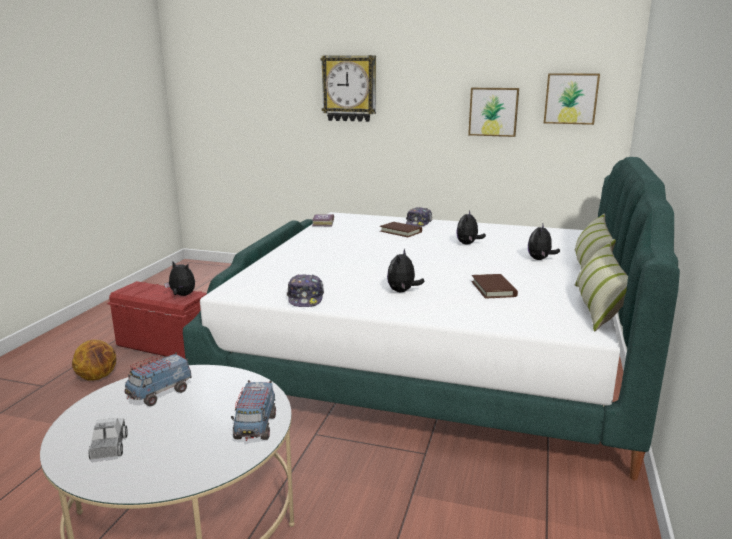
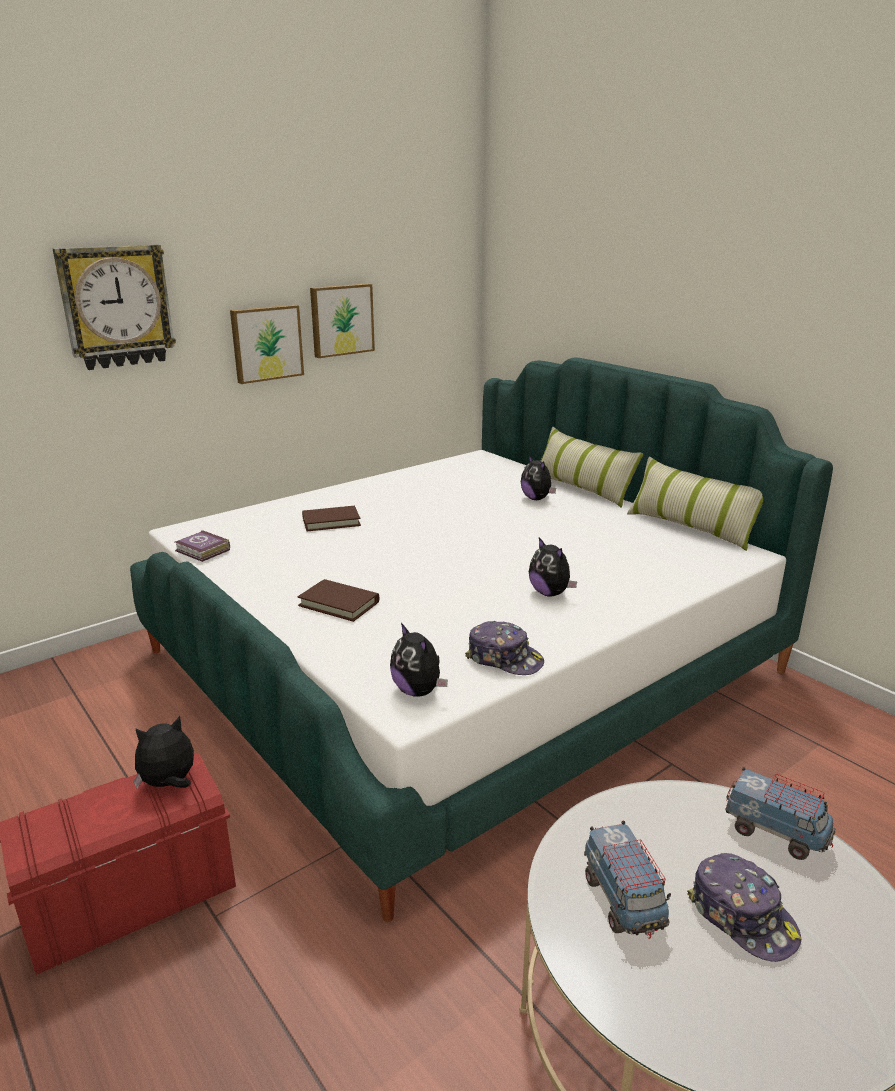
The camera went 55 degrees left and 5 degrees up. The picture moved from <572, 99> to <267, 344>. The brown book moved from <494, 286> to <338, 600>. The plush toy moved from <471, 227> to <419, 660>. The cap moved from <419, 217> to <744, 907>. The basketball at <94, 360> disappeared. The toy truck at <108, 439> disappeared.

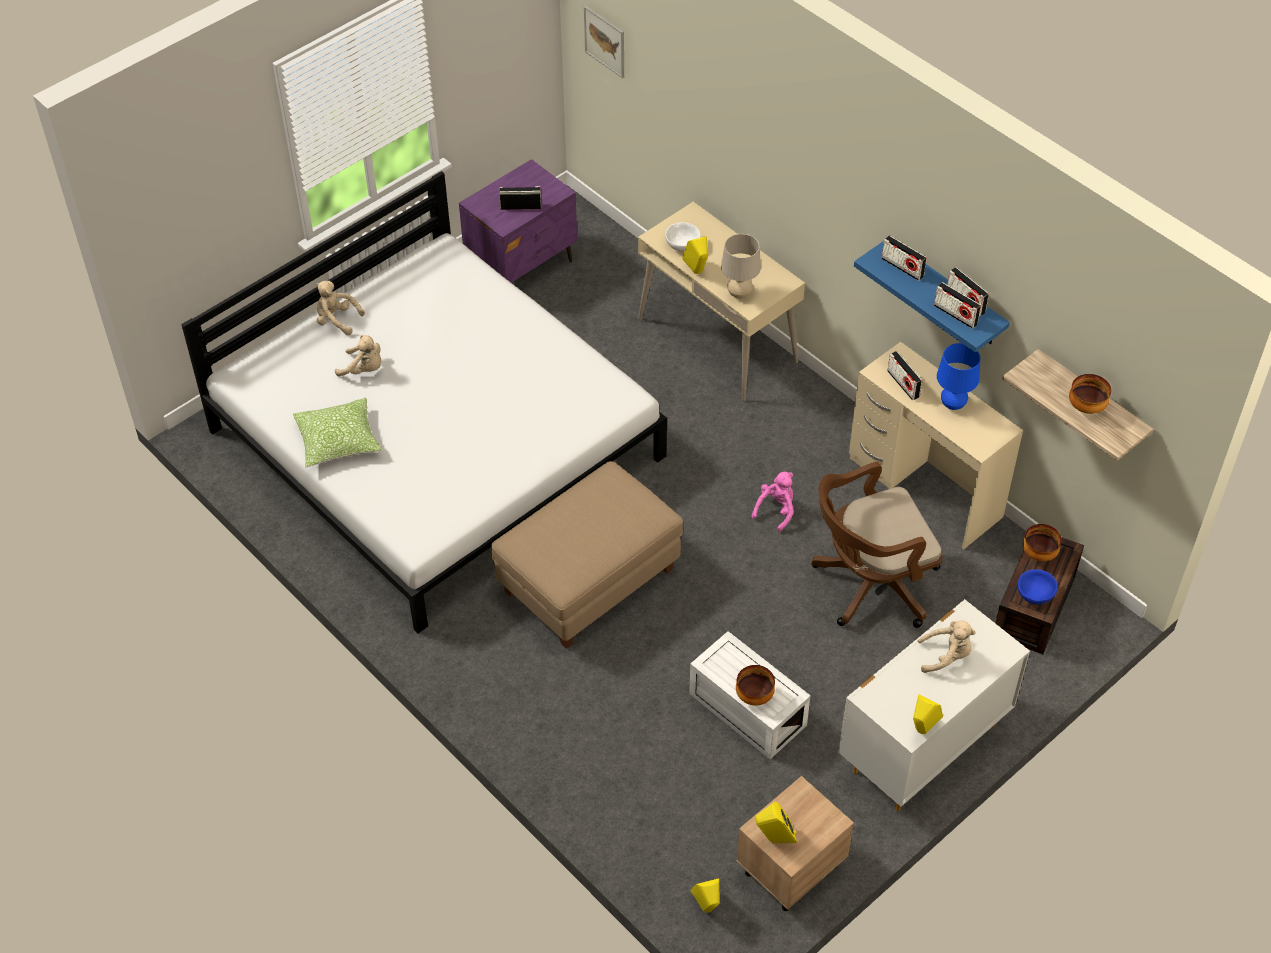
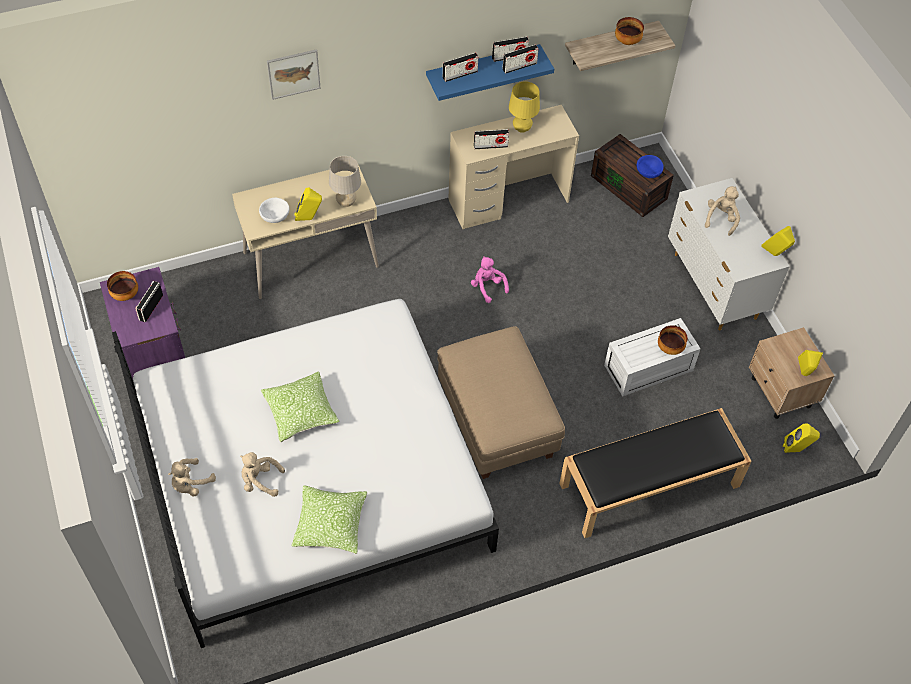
The camera went 70 degrees left and 5 degrees up. The bowl moved from <1042, 542> to <122, 286>. The beige plush toy at <358, 356> turned 120 degrees counterclockwise. The pillow at <300, 407> appeared. The picture moved from <604, 42> to <293, 74>. The blue table lamp at <958, 376> became the yellow table lamp at <524, 107>. The black bench at <655, 473> appeared. The brown office chair at <876, 545> disappeared.

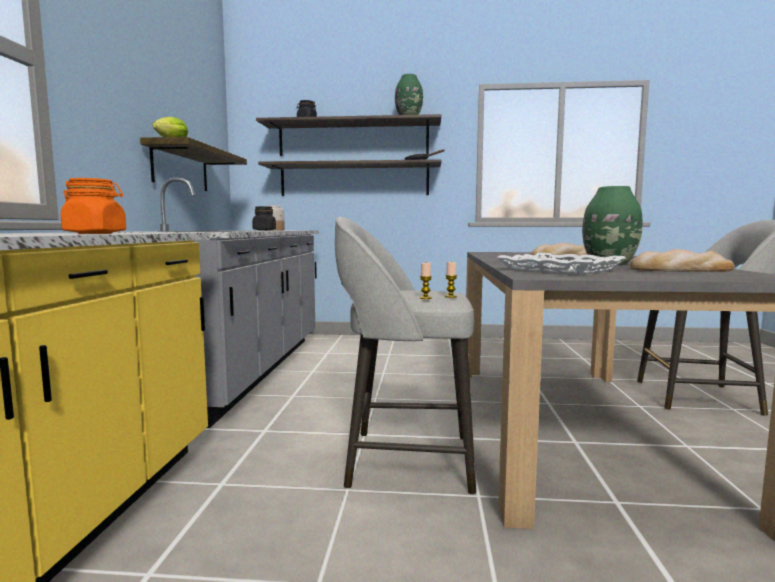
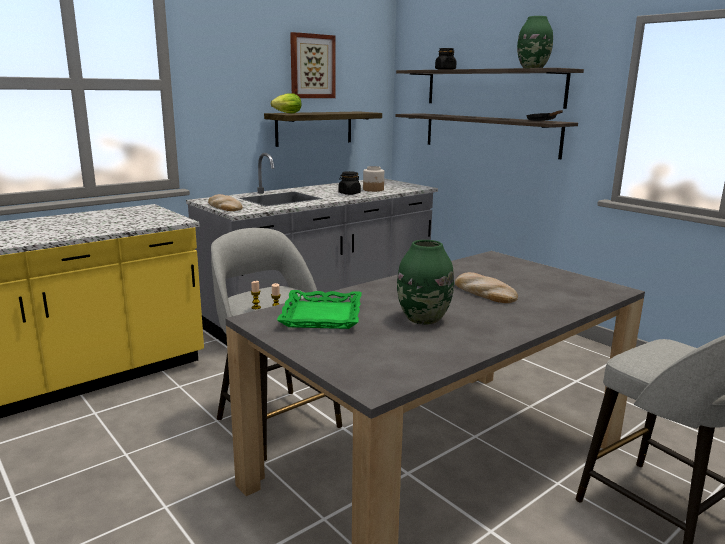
The camera went 45 degrees right and 10 degrees up. The bread moved from <682, 260> to <225, 202>. The white tray at <561, 264> became the green tray at <319, 309>. The picture at <313, 65> appeared. The orange jar at <93, 206> disappeared.

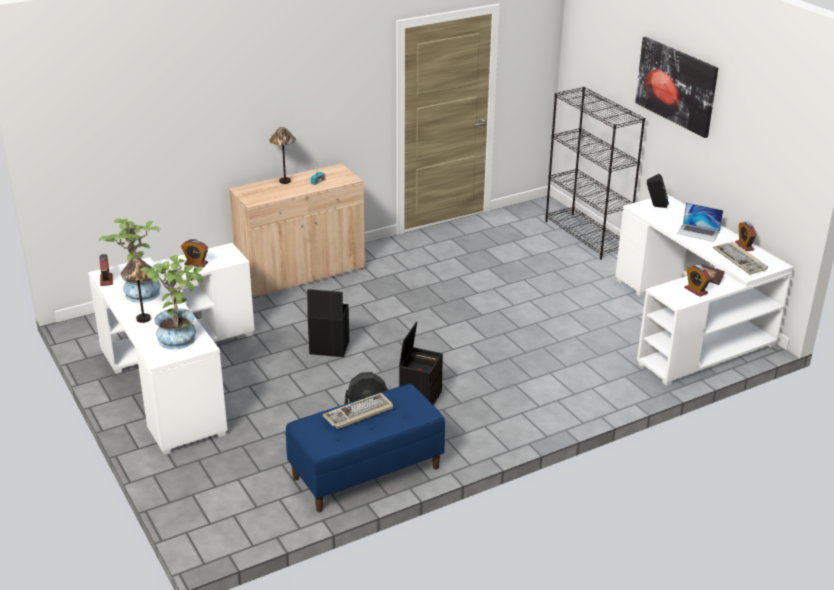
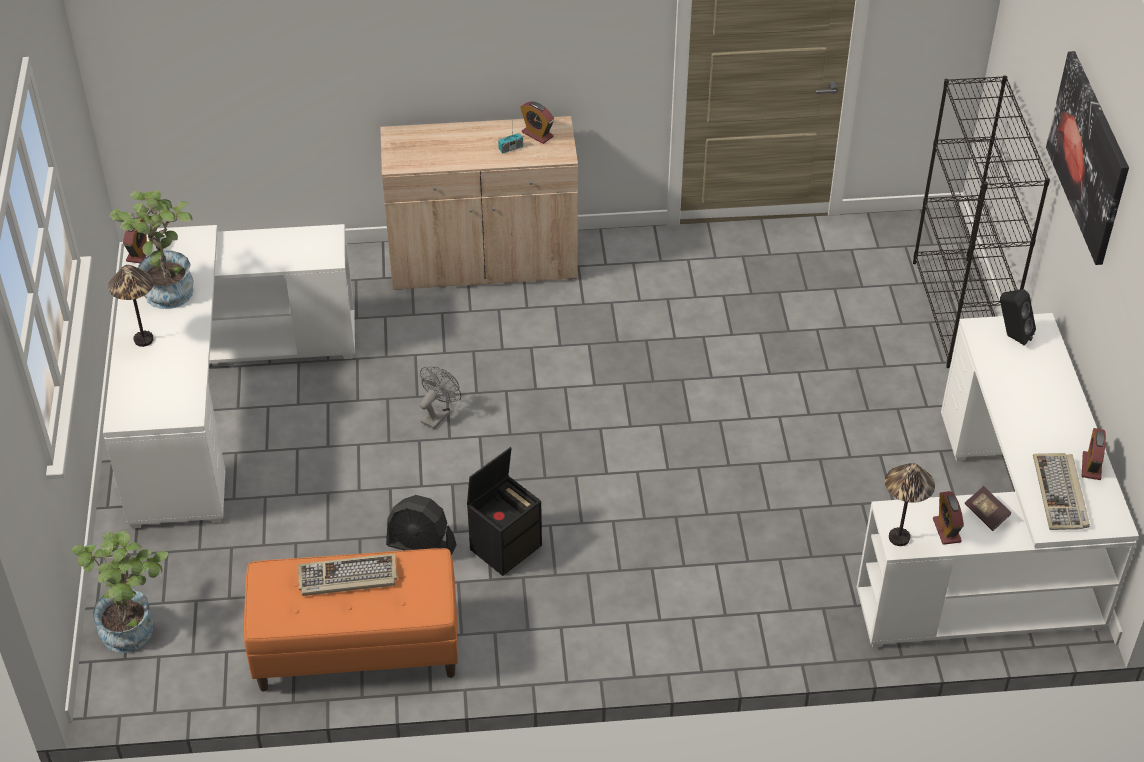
The camera went 25 degrees right and 15 degrees up. The potted plant moved from <171, 302> to <119, 591>. The blue bench at <365, 448> became the orange bench at <351, 620>. The black storage box at <328, 323> was replaced by the grey fan at <440, 398>. The alarm clock moved from <194, 253> to <537, 122>. The table lamp moved from <282, 155> to <910, 504>. The laptop at <700, 222> disappeared.

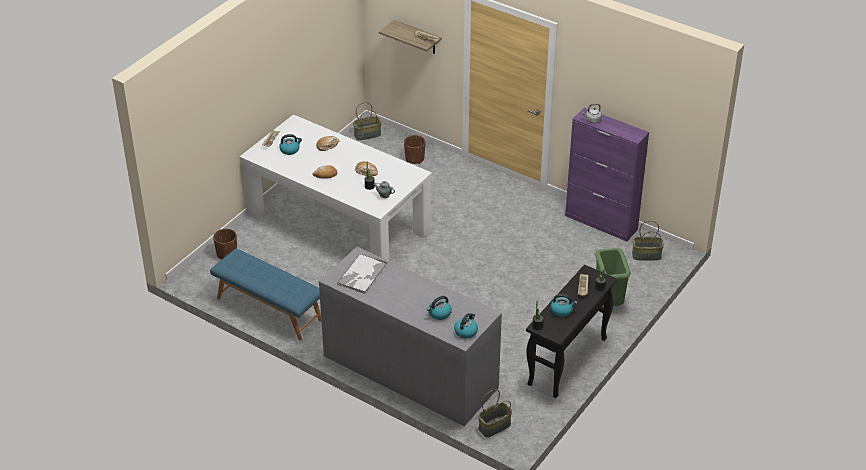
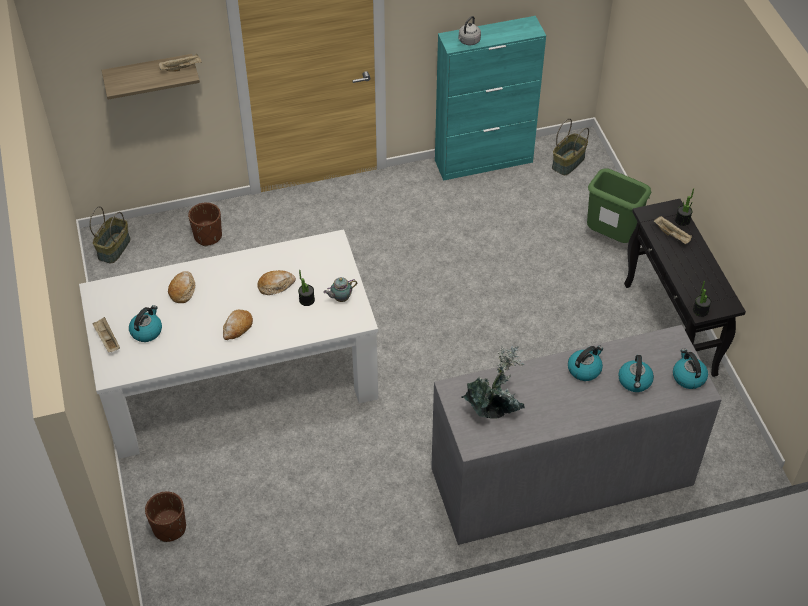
The camera went 50 degrees left and 10 degrees up. The purple cabinet at <607, 174> became the turquoise cabinet at <490, 98>. The tray at <362, 274> was replaced by the potted plant at <493, 382>. The kettle moved from <564, 305> to <585, 363>. The blue bench at <265, 294> disappeared. The basket at <495, 413> disappeared.

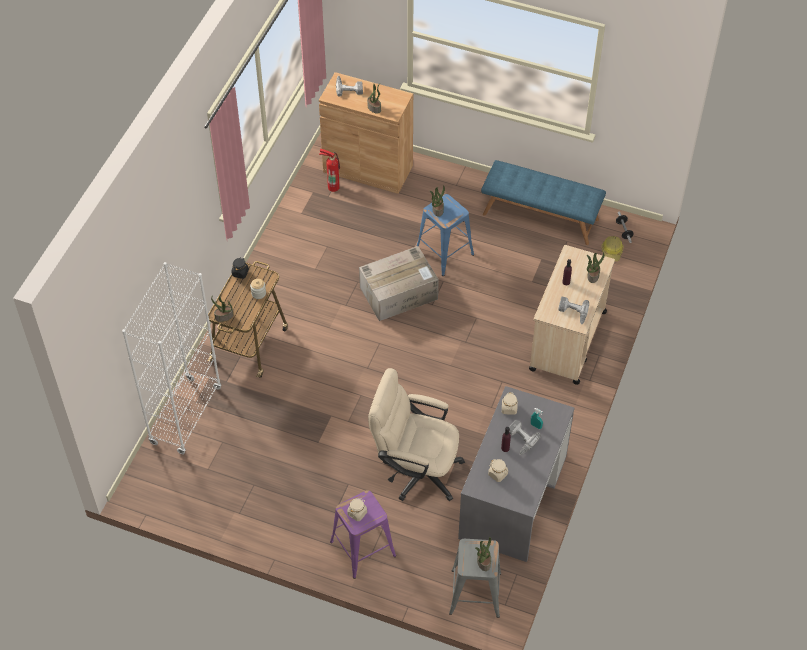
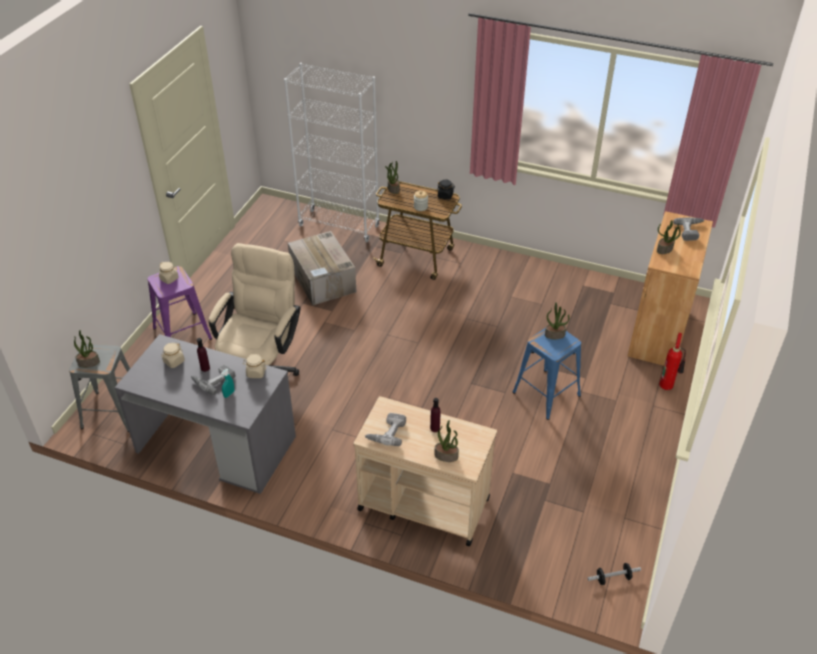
The camera went 90 degrees right and 10 degrees down. The cardboard box moved from <399, 283> to <322, 268>. The fire extinguisher moved from <329, 170> to <672, 361>. The blue bench at <543, 202> disappeared. The hard hat at <612, 248> disappeared.

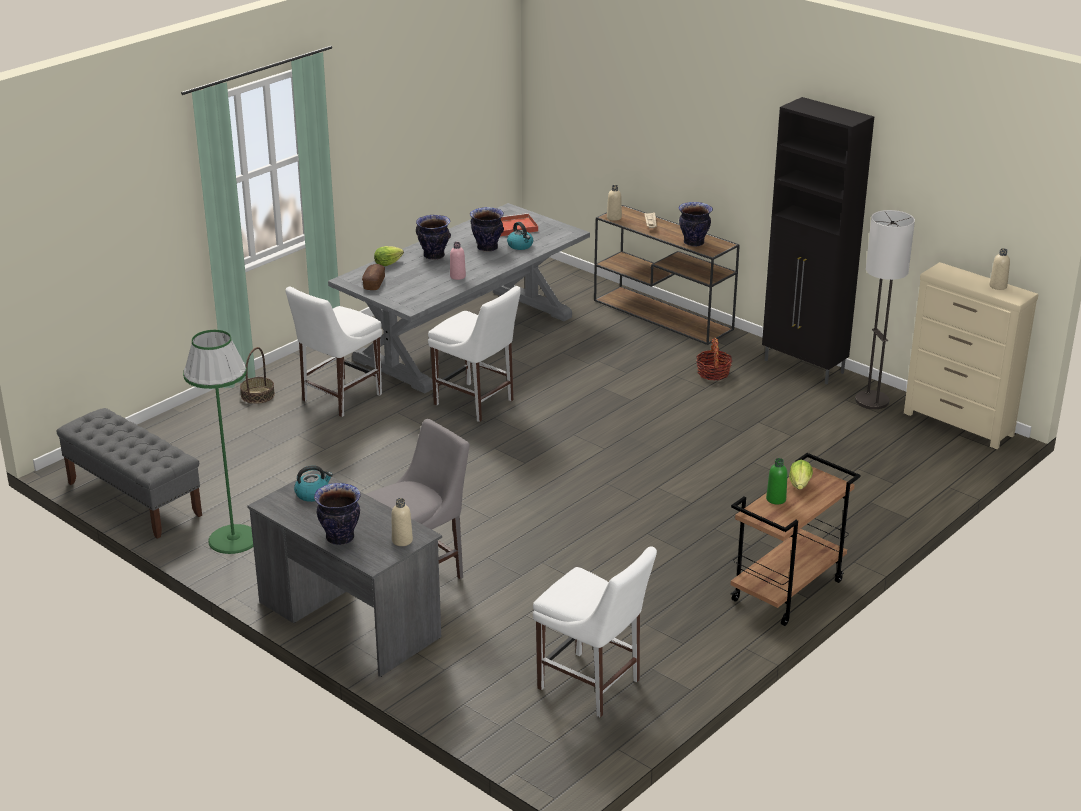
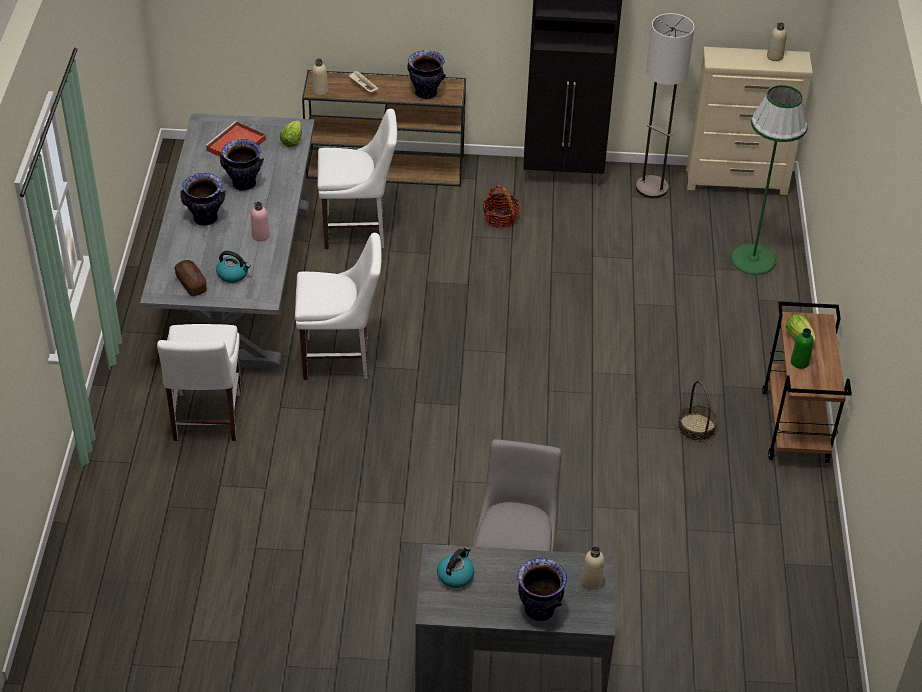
The camera went 40 degrees left and 15 degrees up. The kettle moved from <520, 236> to <233, 267>. The lettuce moved from <389, 256> to <291, 134>. The white chair moved from <595, 631> to <357, 179>. The basket moved from <257, 375> to <698, 411>. The green floor lamp moved from <218, 442> to <769, 180>. The grey bench at <129, 473> disappeared.

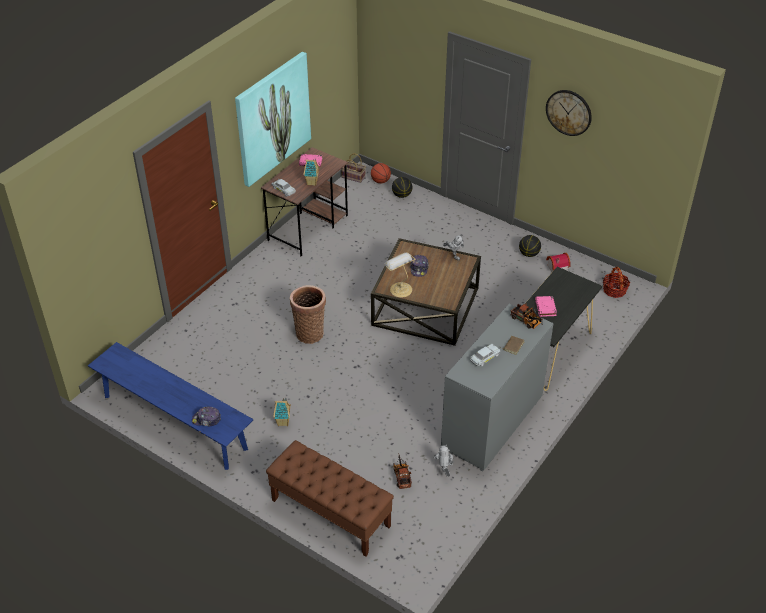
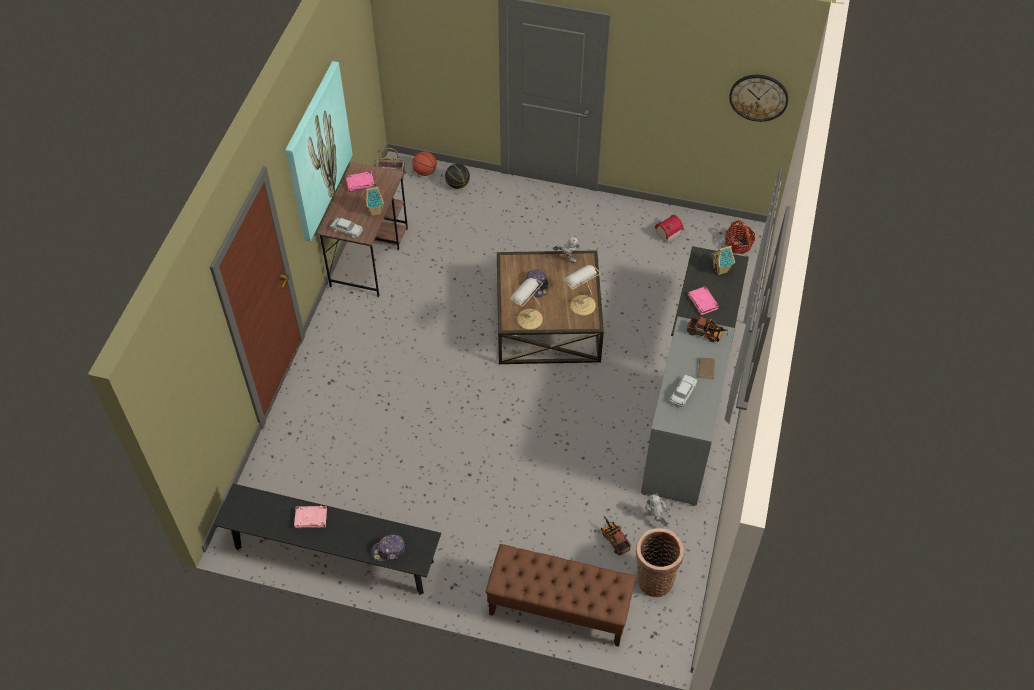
The camera went 20 degrees left and 10 degrees up. The blue bench at <170, 406> became the black bench at <327, 539>. The pink book at <310, 517> appeared. The table lamp at <583, 290> appeared. The basket moved from <308, 314> to <660, 562>. The toy house moved from <282, 412> to <723, 259>. The wall clock moved from <569, 113> to <758, 98>. The basketball at <530, 246> disappeared.

